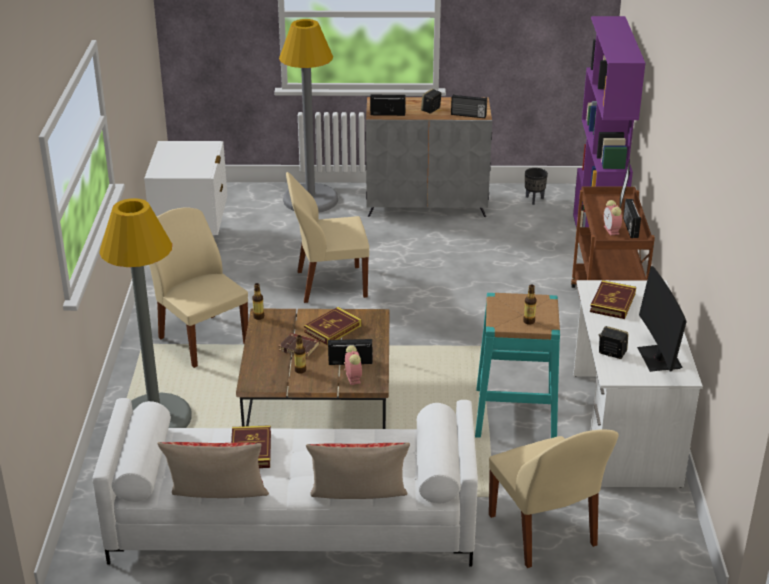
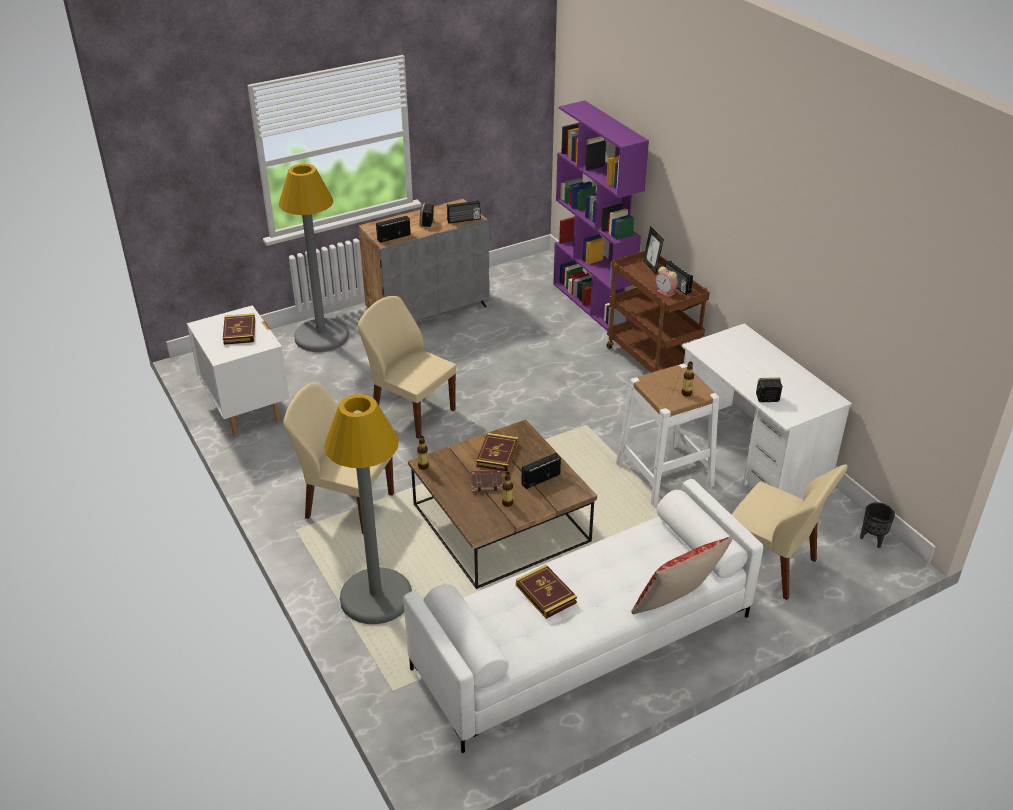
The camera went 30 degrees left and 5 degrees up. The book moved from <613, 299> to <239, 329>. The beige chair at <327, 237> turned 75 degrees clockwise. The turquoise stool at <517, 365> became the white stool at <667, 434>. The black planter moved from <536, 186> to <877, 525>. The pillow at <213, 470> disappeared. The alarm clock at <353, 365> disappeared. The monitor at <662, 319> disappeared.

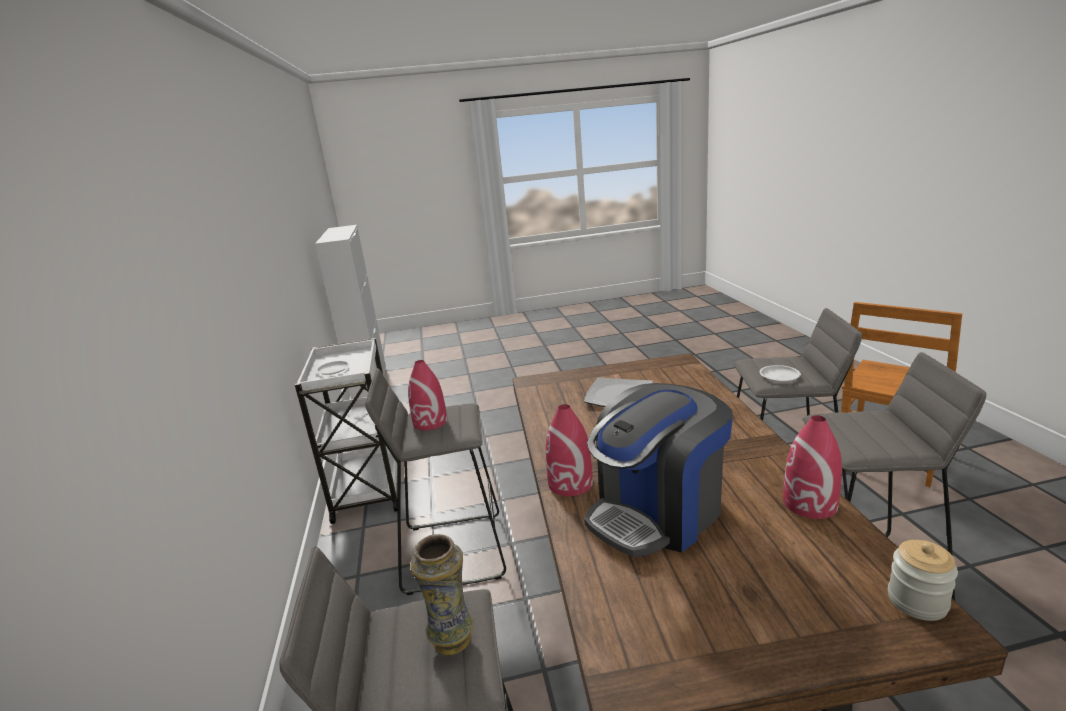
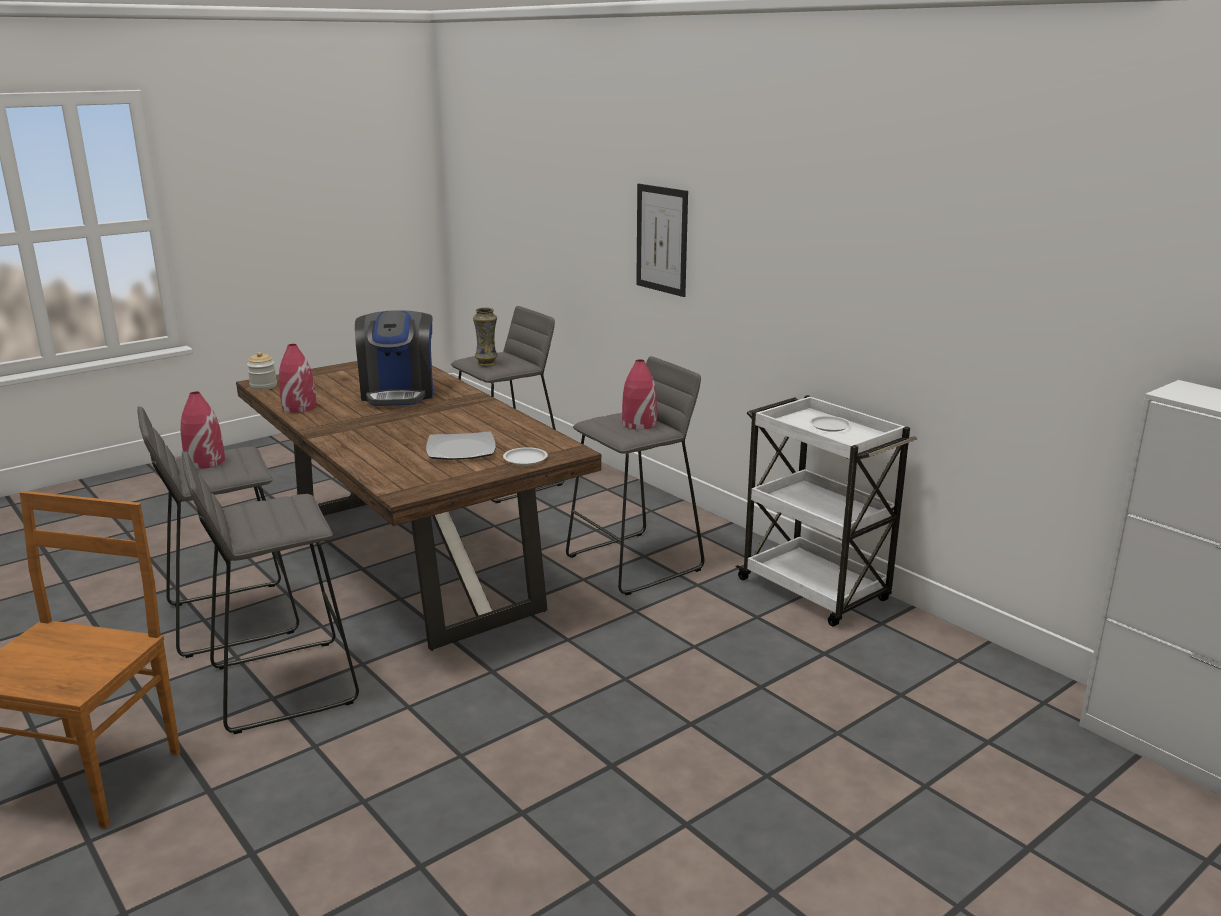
The camera went 150 degrees right and 0 degrees up. The red vase moved from <569, 450> to <203, 430>. The coffee machine at <658, 470> turned 150 degrees clockwise. The white plate moved from <780, 373> to <525, 456>. The picture at <662, 240> appeared.

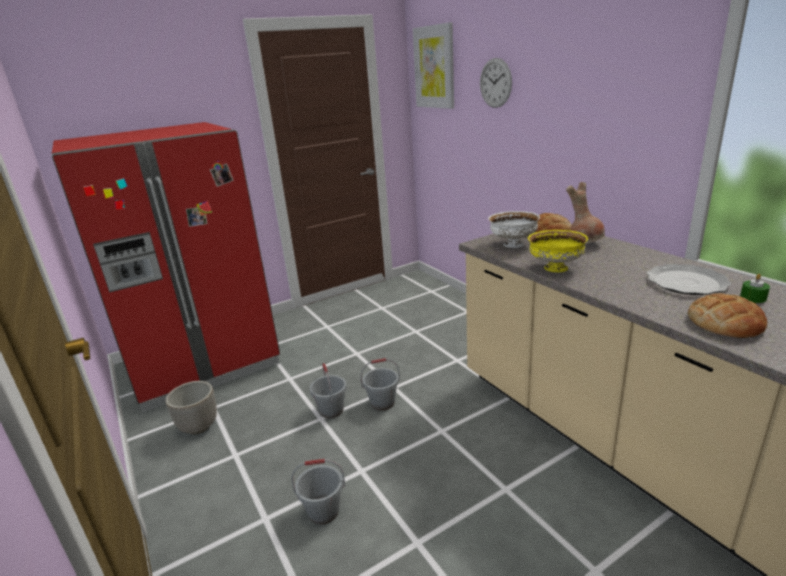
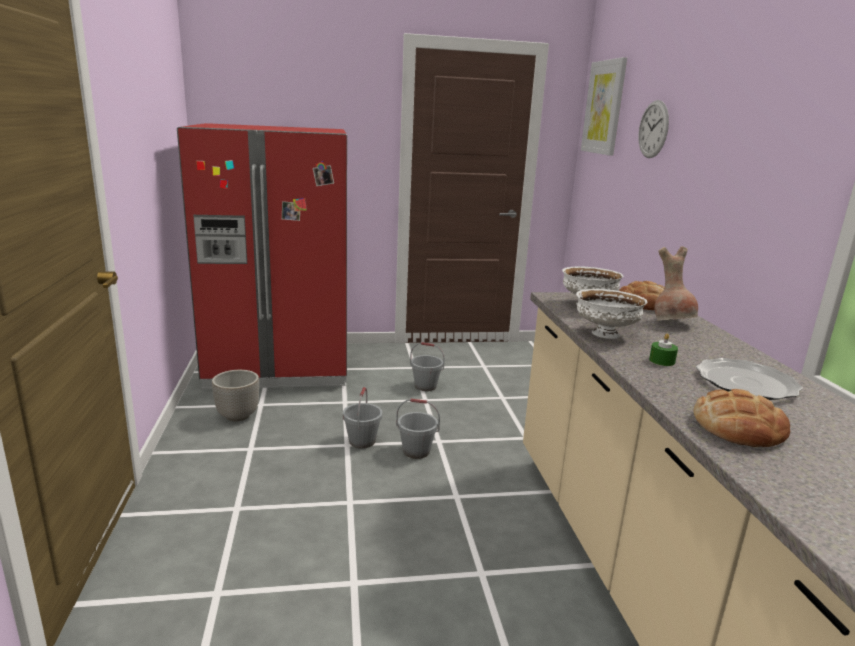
The camera went 20 degrees right and 5 degrees down. The grey bucket moved from <318, 492> to <427, 366>. The yellow bowl at <558, 251> became the white bowl at <611, 314>. The green candle moved from <755, 288> to <663, 350>.

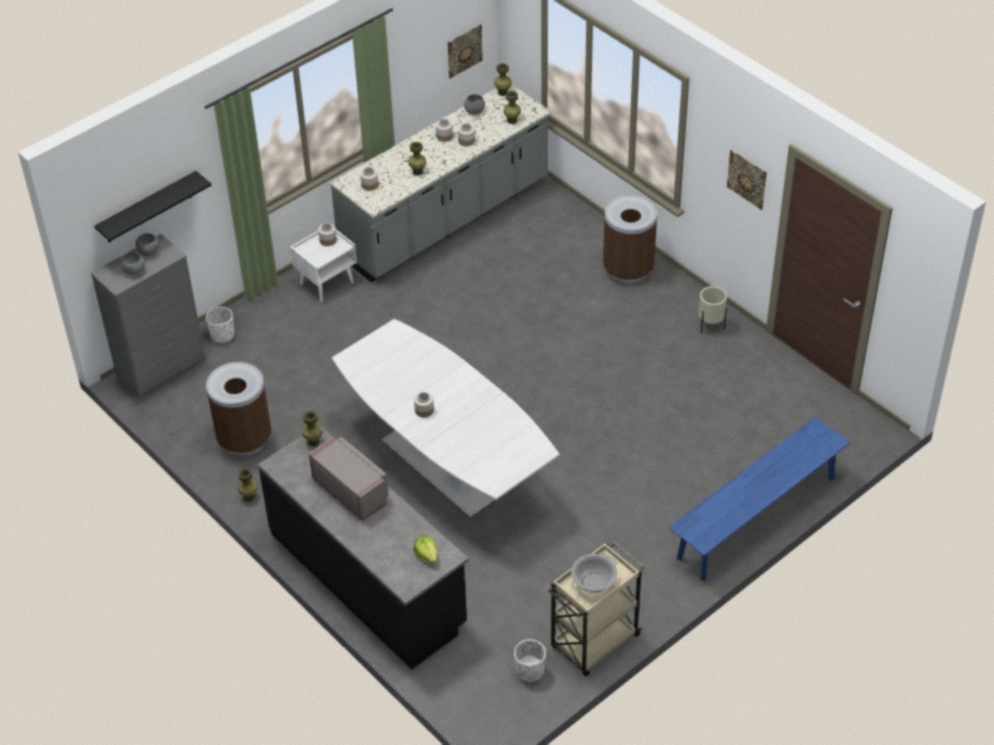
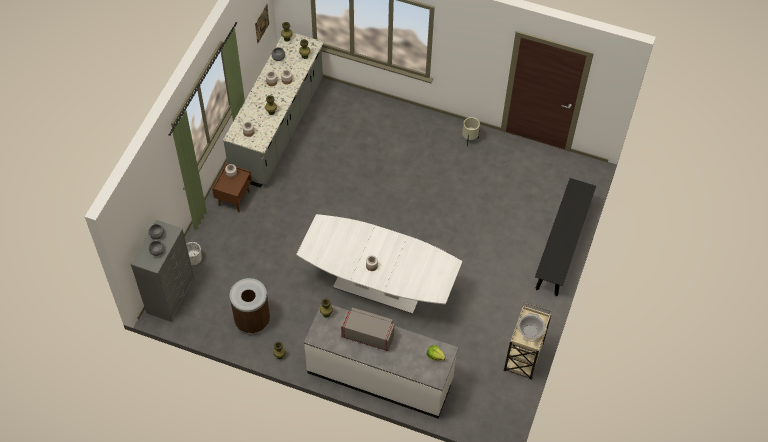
The camera went 30 degrees left and 10 degrees up. The white nightstand at <323, 265> became the brown nightstand at <232, 188>. The black counter at <363, 547> became the white counter at <381, 361>. The blue bench at <760, 498> became the black bench at <565, 237>. The black shelf at <152, 207> disappeared. The white planter at <530, 660> disappeared. The brown trash can at <630, 239> disappeared. The picture at <747, 180> disappeared.

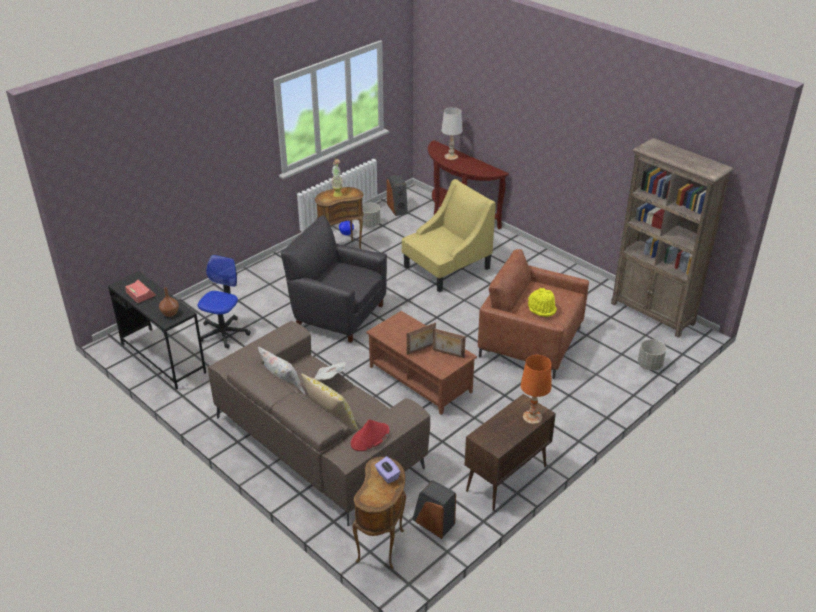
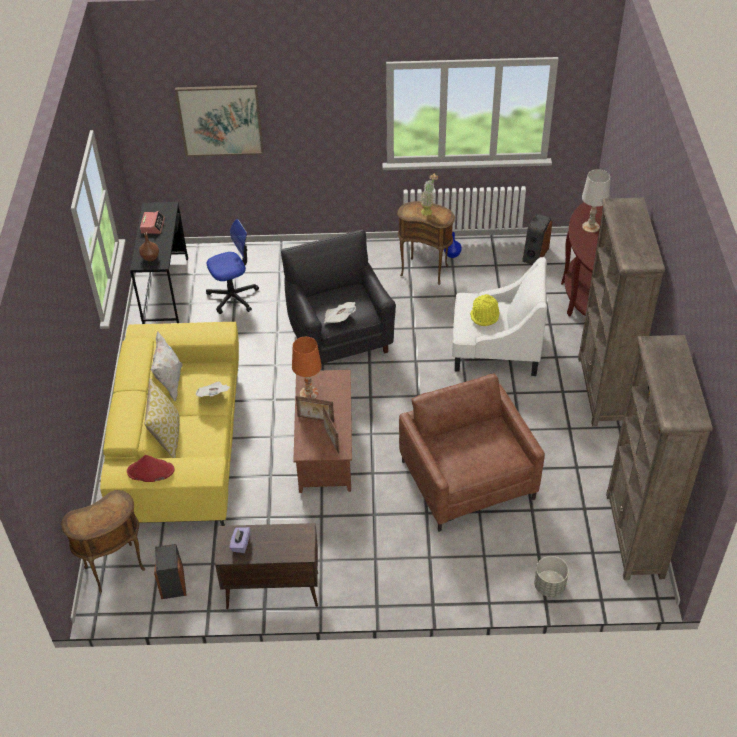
The camera went 45 degrees right and 10 degrees up. The brown sofa at <319, 423> became the yellow sofa at <169, 424>. The picture at <219, 121> appeared. The purple tissue box moved from <387, 470> to <239, 540>. The orange table lamp moved from <536, 389> to <307, 368>. The newspaper at <340, 312> appeared. The yellow armchair at <449, 235> became the white armchair at <499, 316>. The yellow hat moved from <542, 302> to <485, 310>. The brown bookcase at <621, 312> appeared. The grey planter at <371, 215> disappeared.

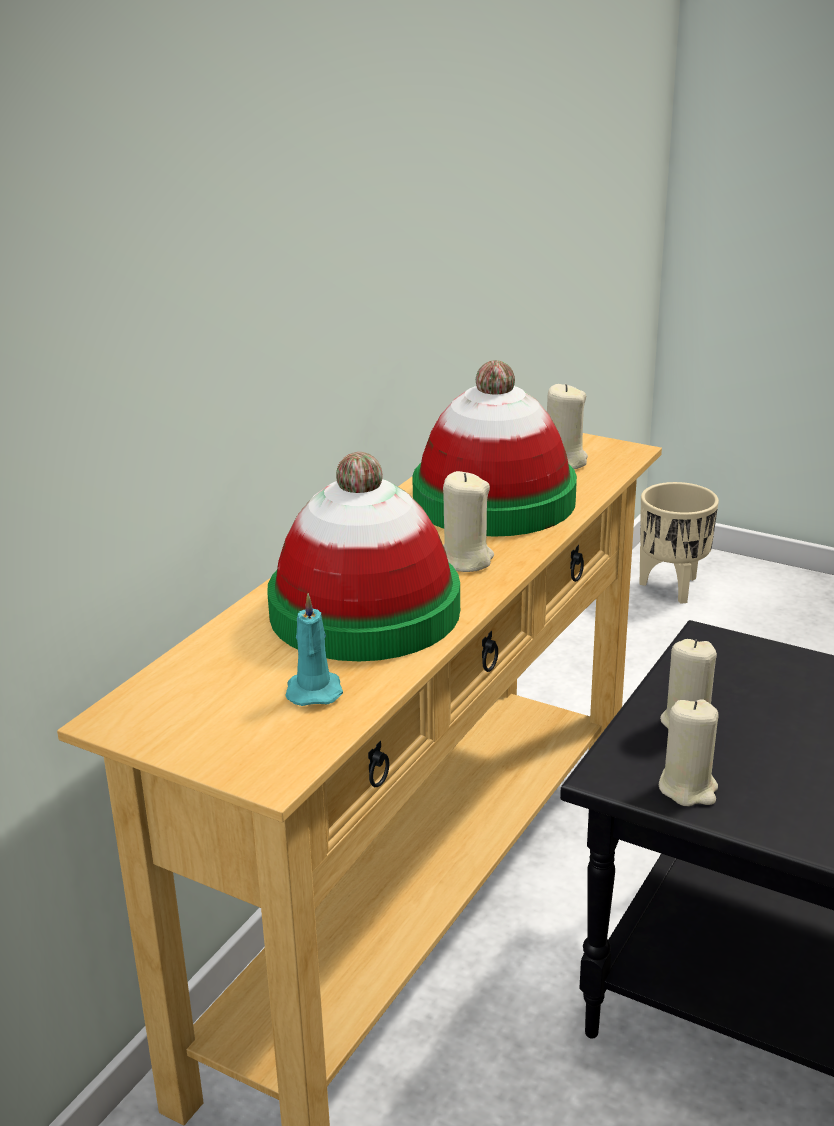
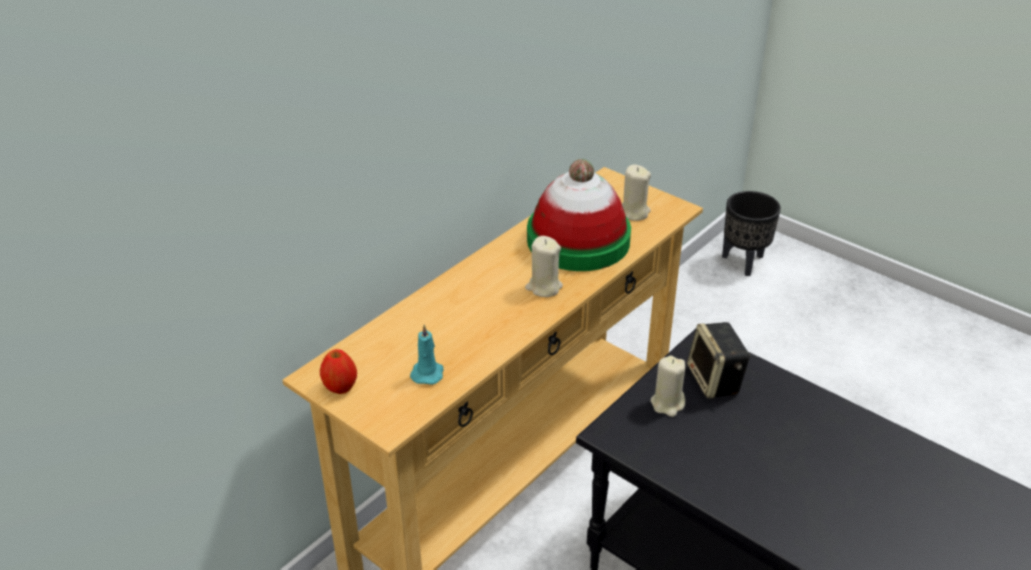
The camera went 10 degrees right and 10 degrees up. The apple at <338, 371> appeared. The speaker at <718, 360> appeared. The beige planter at <679, 543> became the black planter at <751, 233>. The hat at <363, 556> disappeared. The beige candle at <689, 752> disappeared.

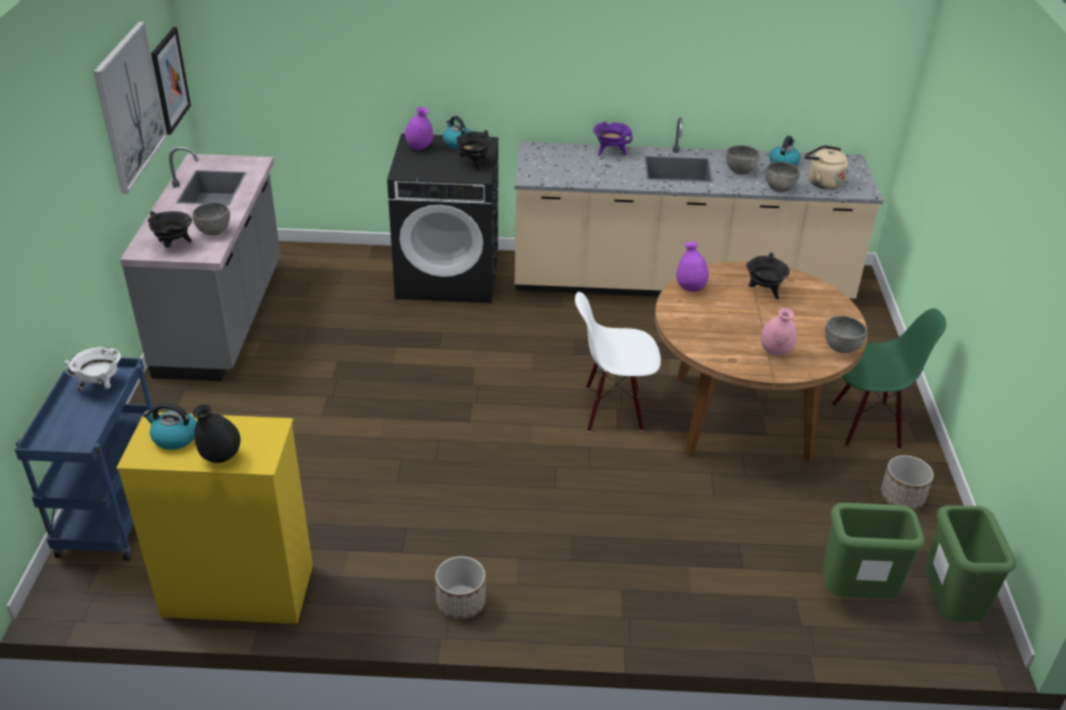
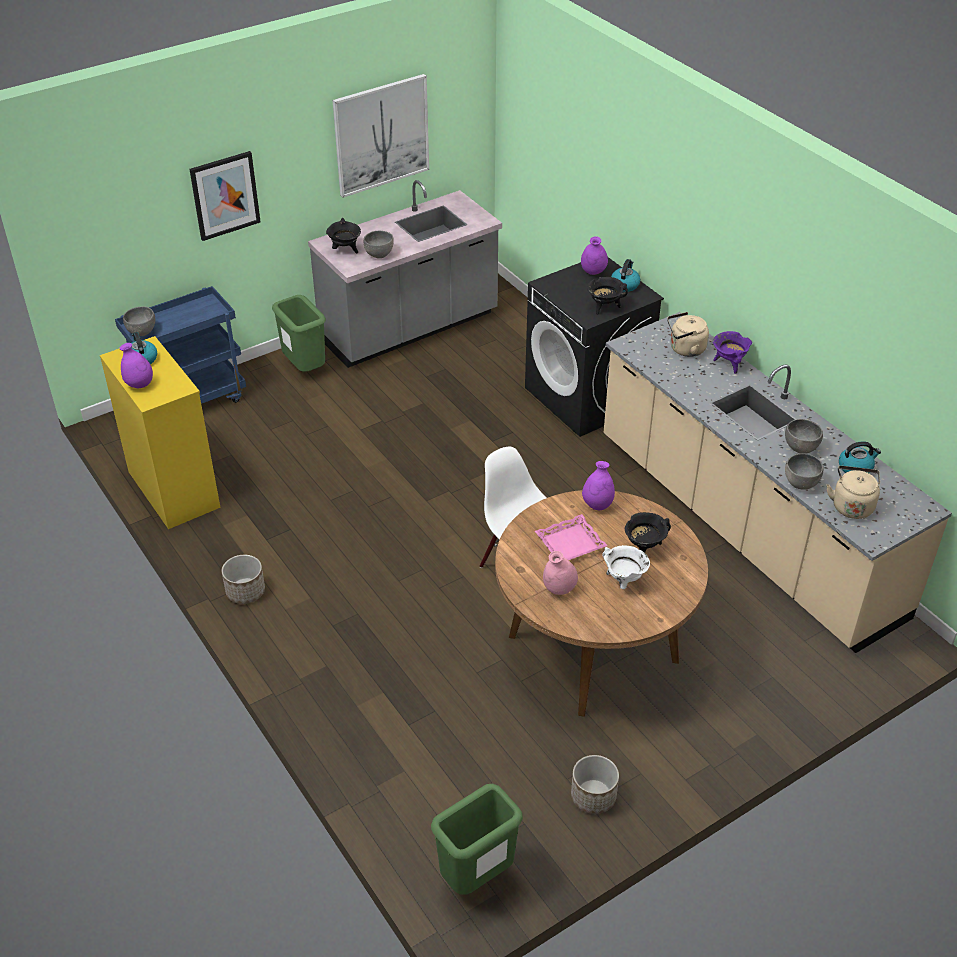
The camera went 55 degrees right and 5 degrees up. The black vase at <216, 433> became the purple vase at <136, 365>. The grey bowl moved from <846, 334> to <139, 321>. The picture moved from <171, 81> to <225, 196>. The green trash can moved from <874, 551> to <299, 333>. The pink tray at <571, 537> appeared. The white cooking pot moved from <92, 369> to <626, 567>. The beige kettle at <688, 334> appeared. The green chair at <889, 379> disappeared.

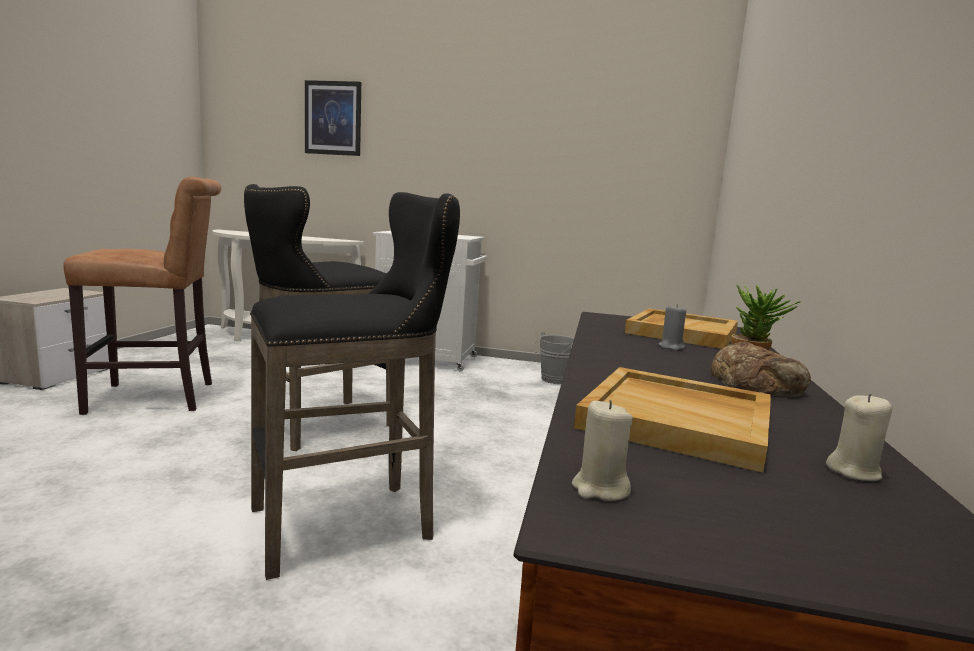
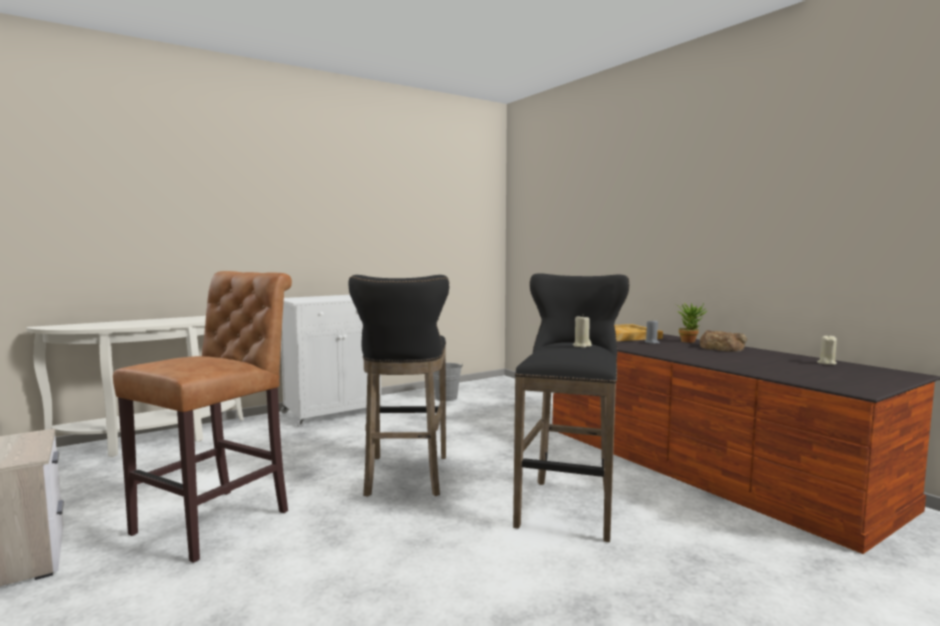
The camera went 45 degrees left and 5 degrees down. The beige candle moved from <602, 450> to <582, 332>. The picture at <333, 118> disappeared. The beige tray at <672, 420> disappeared.

